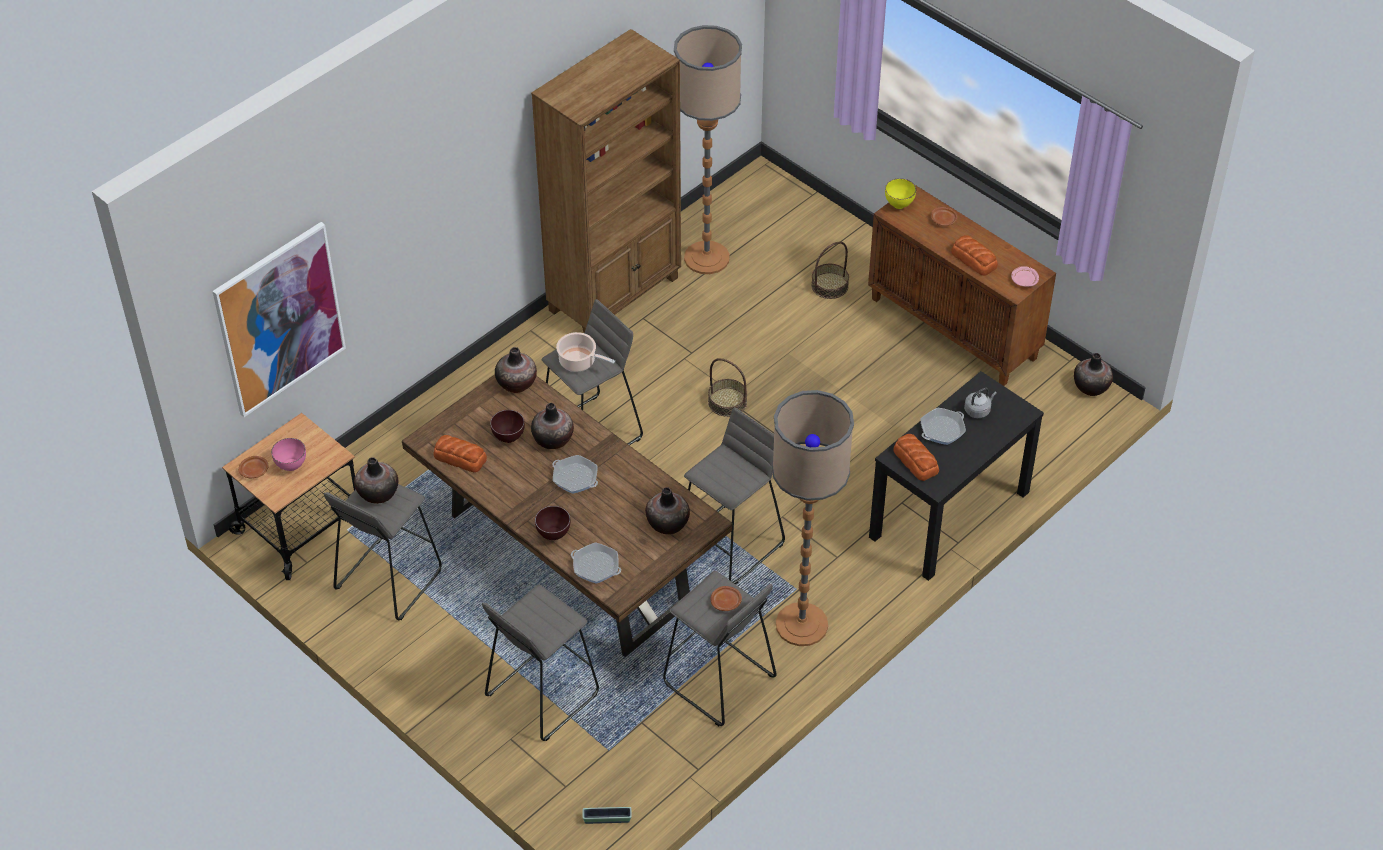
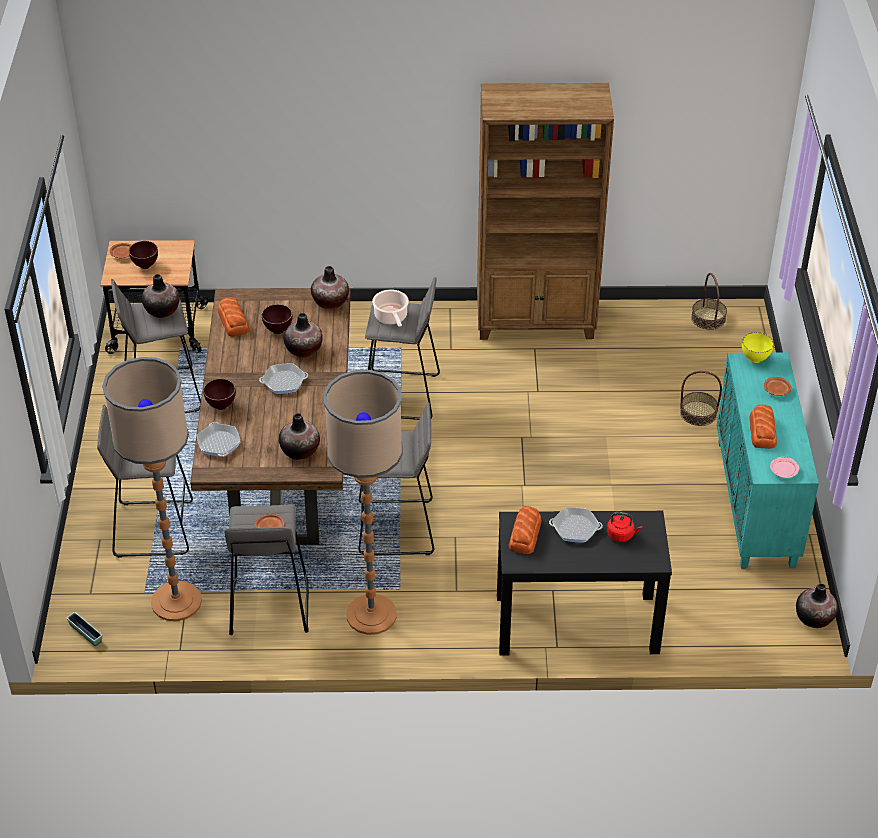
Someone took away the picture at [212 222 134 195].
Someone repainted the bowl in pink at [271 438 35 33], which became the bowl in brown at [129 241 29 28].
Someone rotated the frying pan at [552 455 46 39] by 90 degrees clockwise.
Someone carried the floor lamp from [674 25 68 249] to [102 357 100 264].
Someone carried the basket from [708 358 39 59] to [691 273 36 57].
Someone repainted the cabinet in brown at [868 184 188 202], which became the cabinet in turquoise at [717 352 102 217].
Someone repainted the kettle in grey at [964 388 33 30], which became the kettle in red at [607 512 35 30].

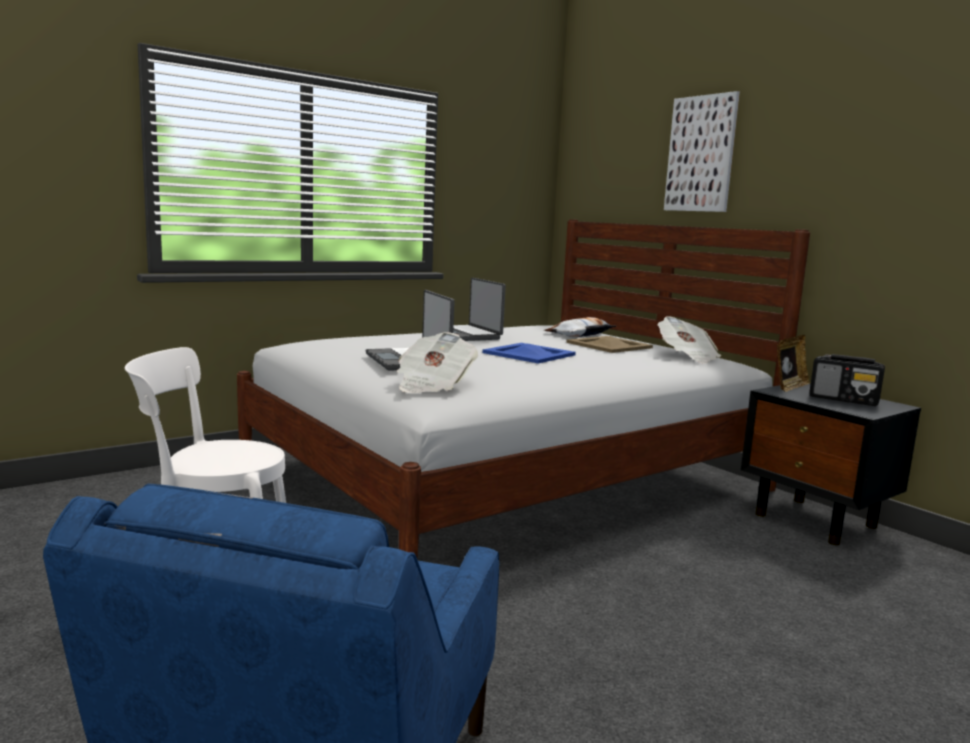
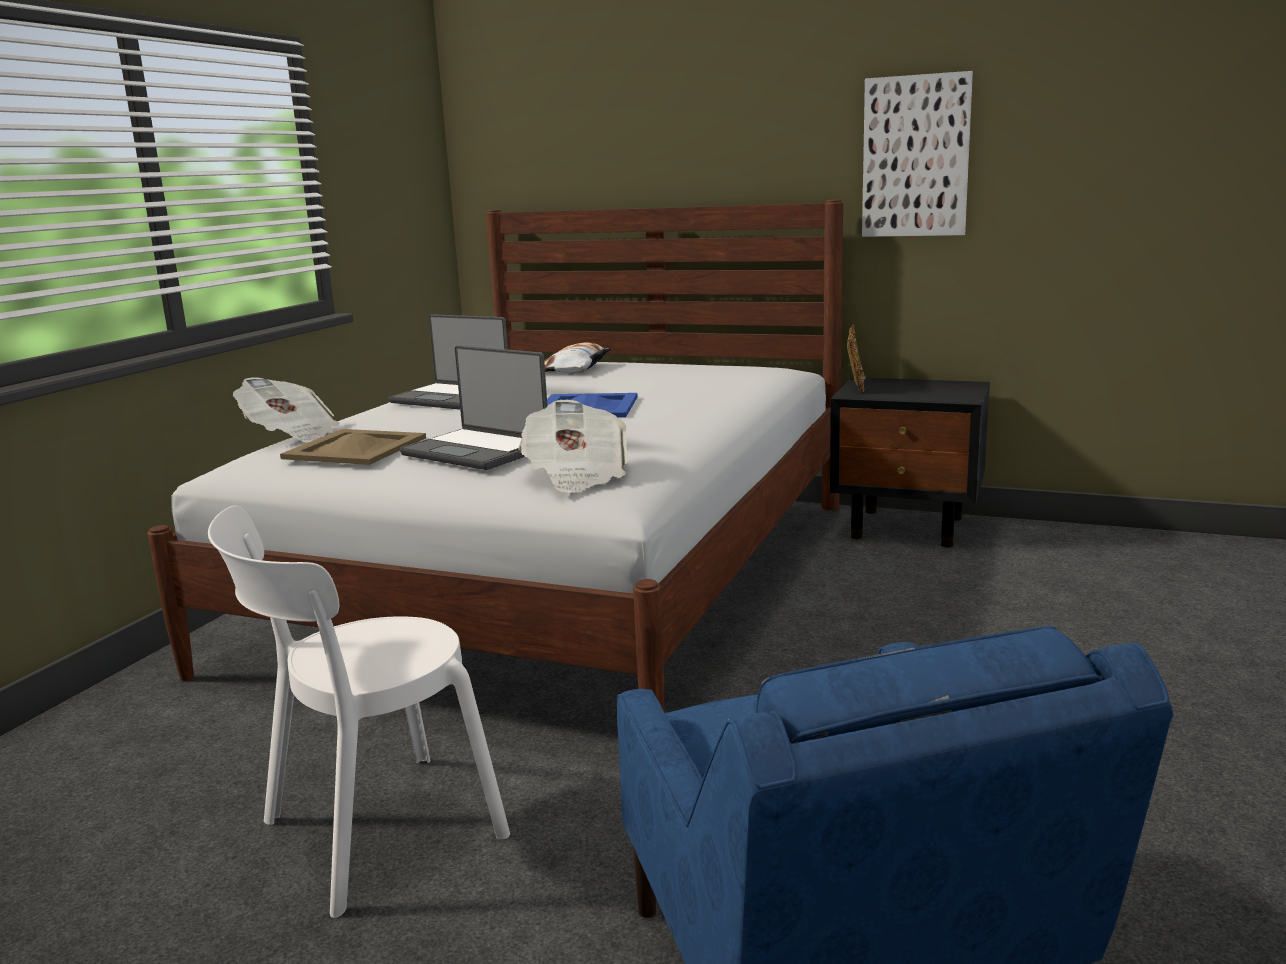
Someone carried the tray in beige from [566 336 87 17] to [280 429 146 36].
Someone carried the newspaper from [658 316 63 48] to [233 377 107 65].
Someone carried the picture from [664 91 76 121] to [862 71 111 166].
Someone took away the radio at [809 354 76 52].

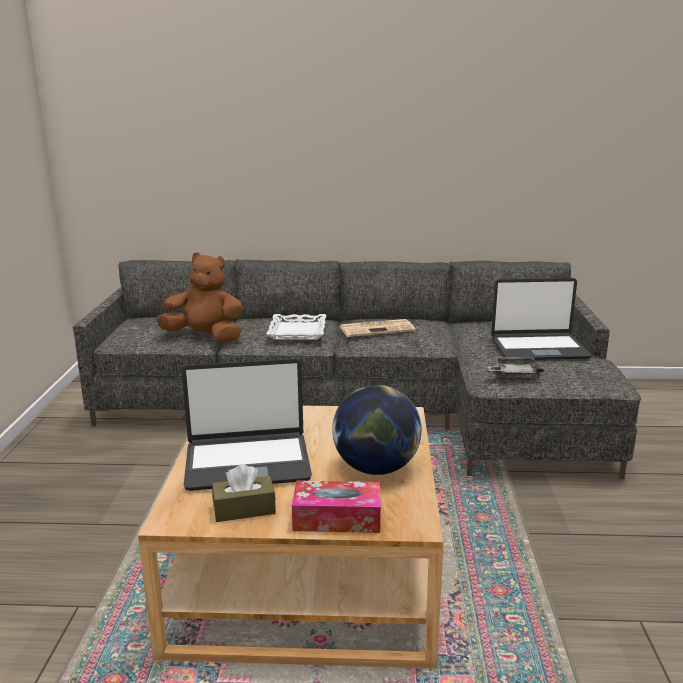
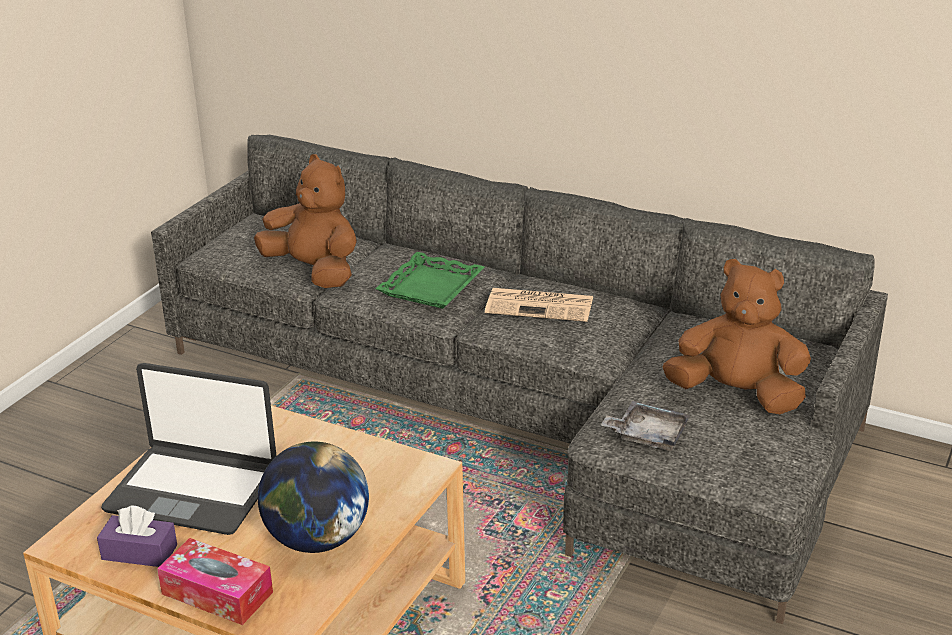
Someone repainted the tissue box in brown at [212 464 64 58], which became the tissue box in purple at [97 506 80 61].
Someone repainted the tray in white at [266 314 60 26], which became the tray in green at [375 252 110 57].
Someone swapped the laptop at [491 278 101 82] for the plush toy in brown at [663 259 148 155].

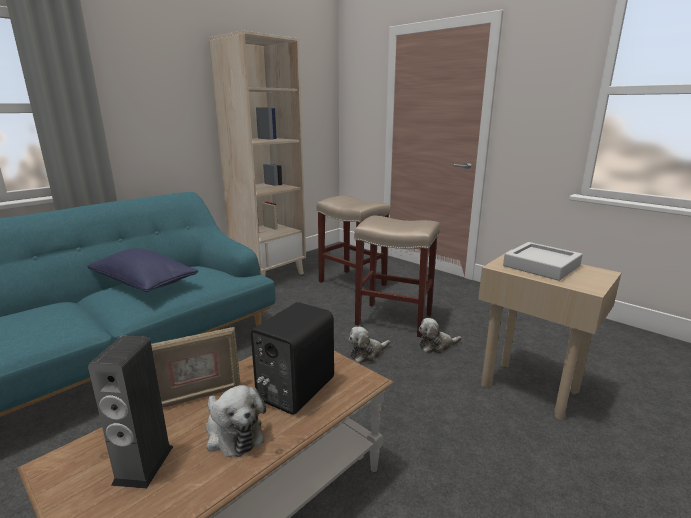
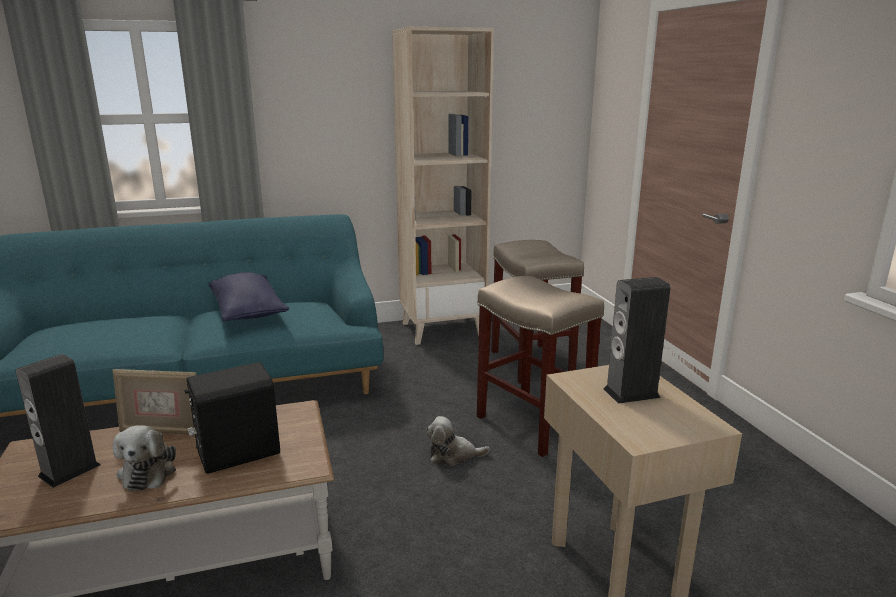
Someone took away the plush toy at [418 318 44 35].
Someone swapped the tray in grey at [503 242 80 39] for the speaker at [604 277 66 127].

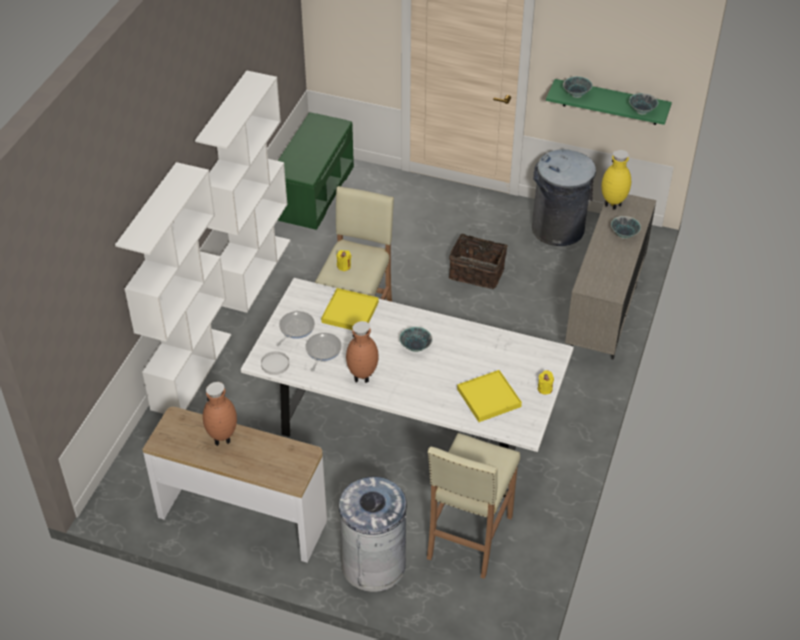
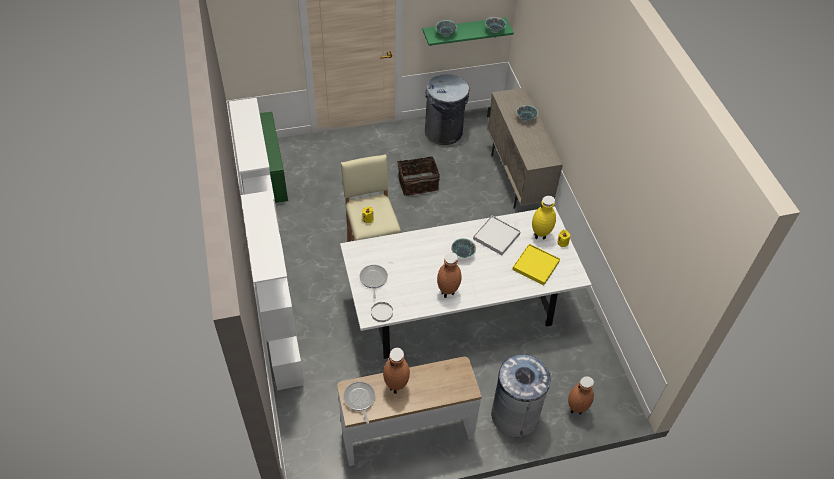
Someone carried the frying pan from [305 333 37 39] to [343 382 32 42].
Someone took away the tray in yellow at [321 288 58 42].
Someone took away the stool in beige at [427 433 93 146].
Someone carried the vase in yellow from [602 150 29 60] to [532 196 24 43].
Someone put down the tray in white at [473 216 48 40].
Someone put down the vase in brown at [568 376 26 38].

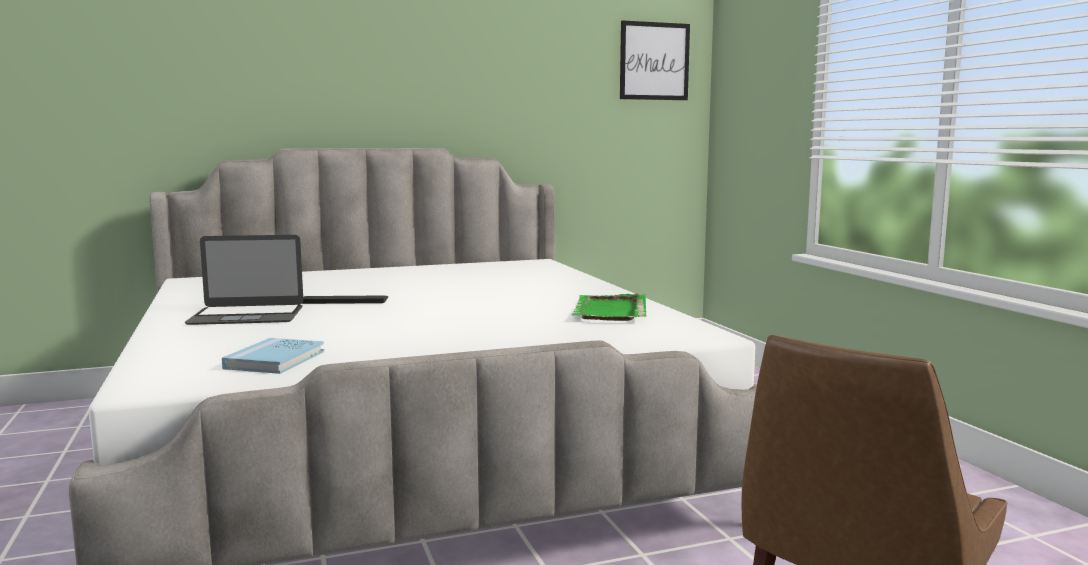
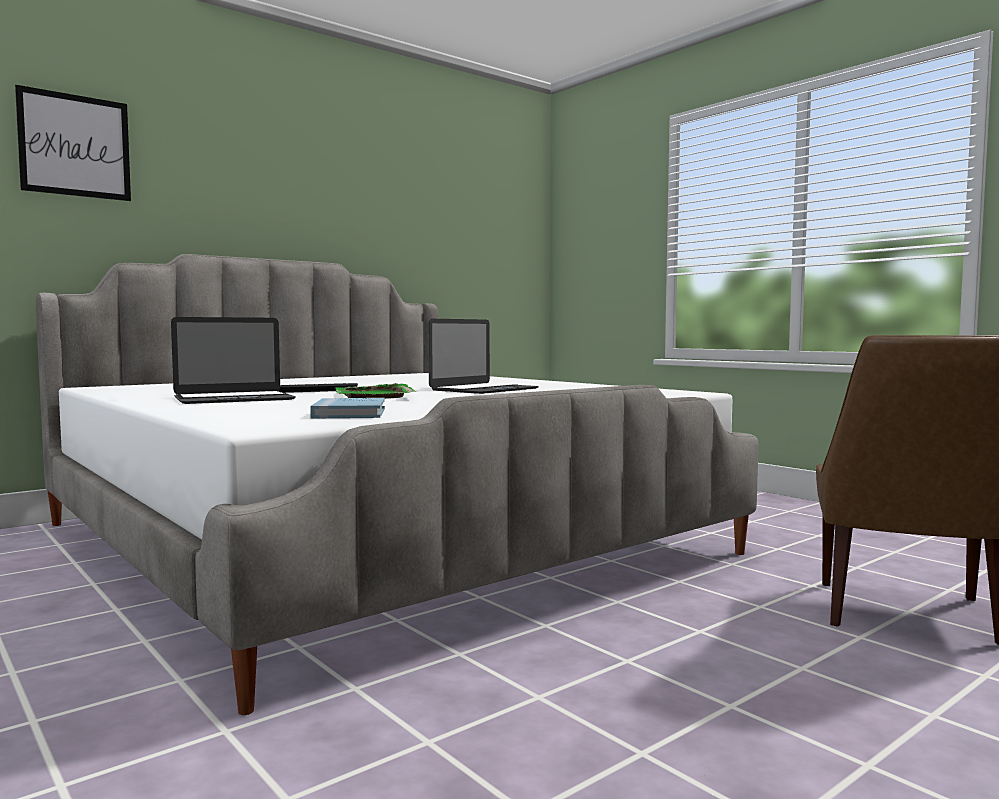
Someone carried the tray in green from [572 293 75 28] to [335 383 81 16].
Someone carried the picture from [620 20 70 80] to [15 85 116 116].
Someone put down the laptop at [428 319 111 75].

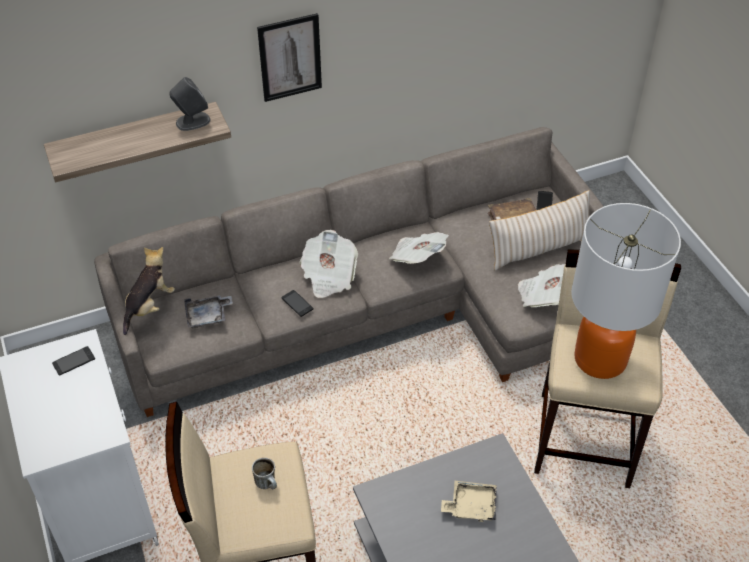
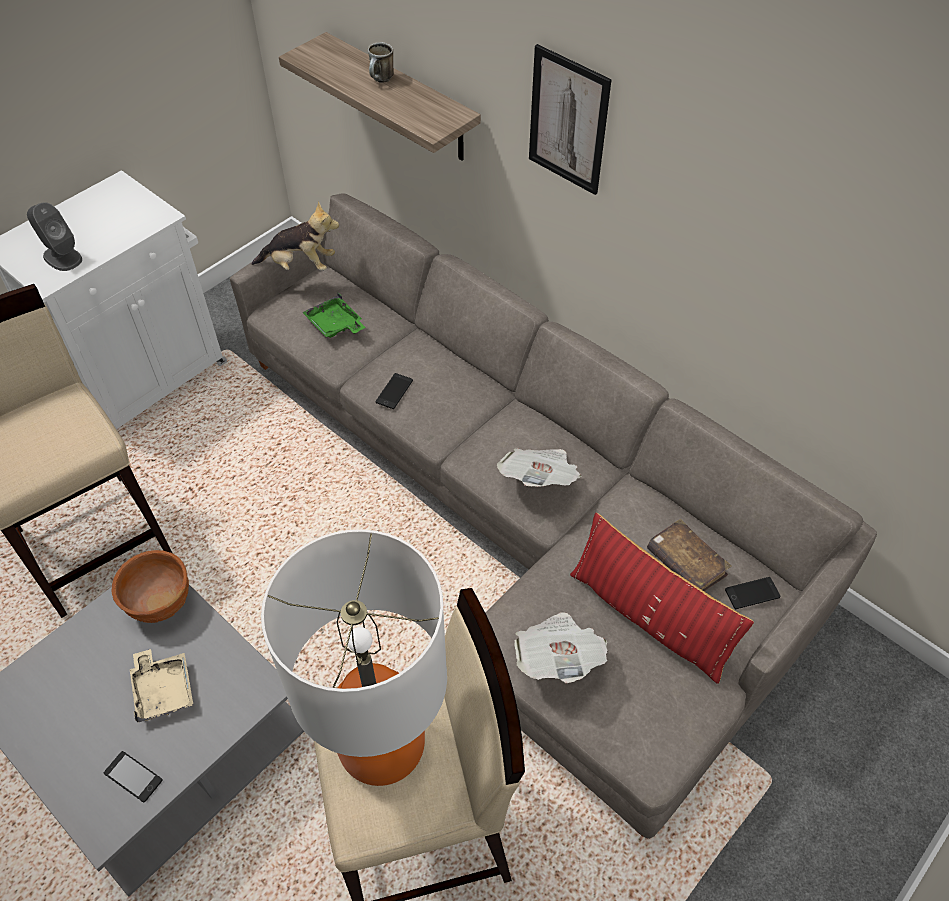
Someone carried the phone from [52 346 43 30] to [104 751 59 52].
Someone carried the speaker in grey from [169 77 41 54] to [27 202 55 69].
Someone repainted the tray in grey at [184 295 49 34], which became the tray in green at [302 293 64 45].
Someone carried the mug from [252 458 25 31] to [368 42 26 41].
Someone took away the newspaper at [300 230 58 68].
Someone repainted the pillow in beige at [489 190 101 80], which became the pillow in red at [570 512 184 172].
Someone put down the bowl in brown at [112 550 77 73].

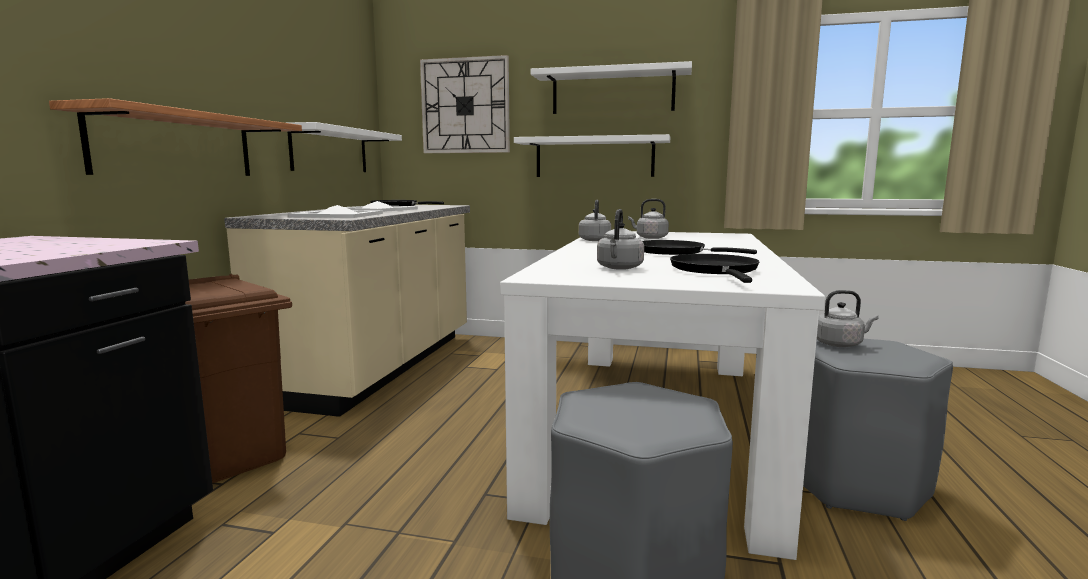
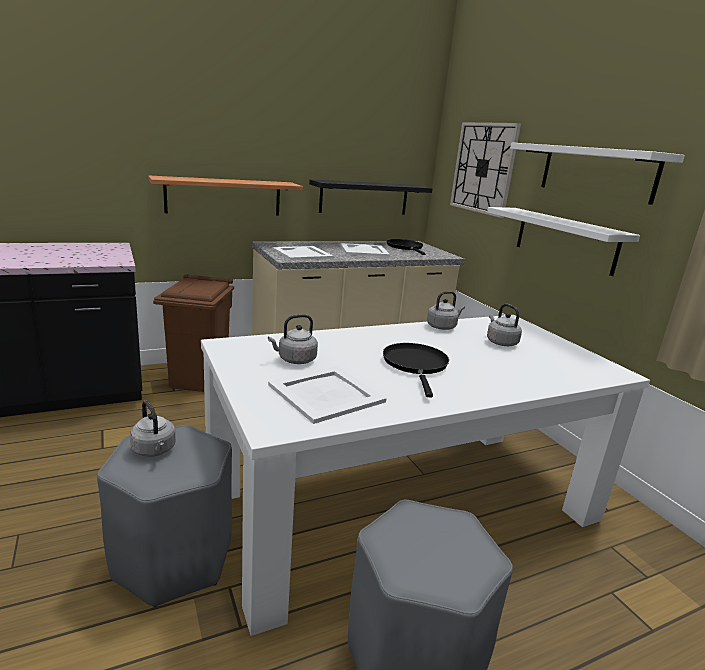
Someone repainted the shelf in white at [288 122 114 50], which became the shelf in black at [309 179 124 36].
Someone swapped the frying pan in black at [670 254 90 29] for the tray in white at [268 366 118 58].
Someone carried the kettle in grey from [817 290 62 57] to [130 401 46 56].

